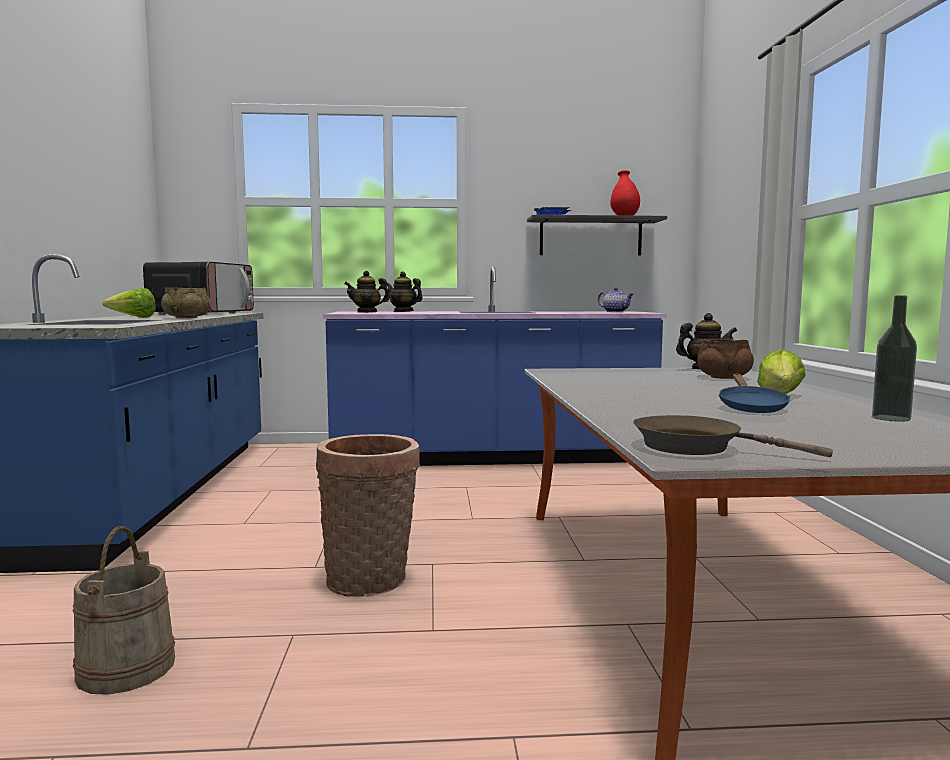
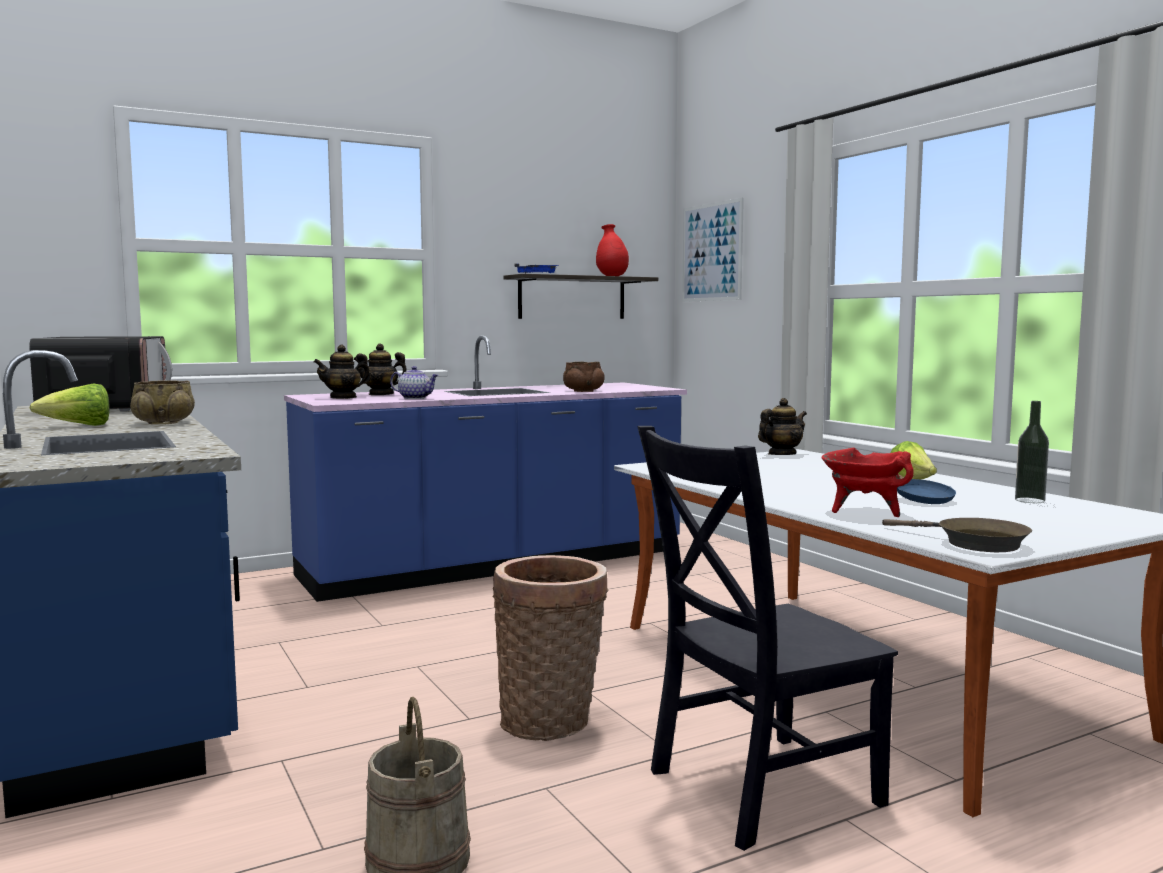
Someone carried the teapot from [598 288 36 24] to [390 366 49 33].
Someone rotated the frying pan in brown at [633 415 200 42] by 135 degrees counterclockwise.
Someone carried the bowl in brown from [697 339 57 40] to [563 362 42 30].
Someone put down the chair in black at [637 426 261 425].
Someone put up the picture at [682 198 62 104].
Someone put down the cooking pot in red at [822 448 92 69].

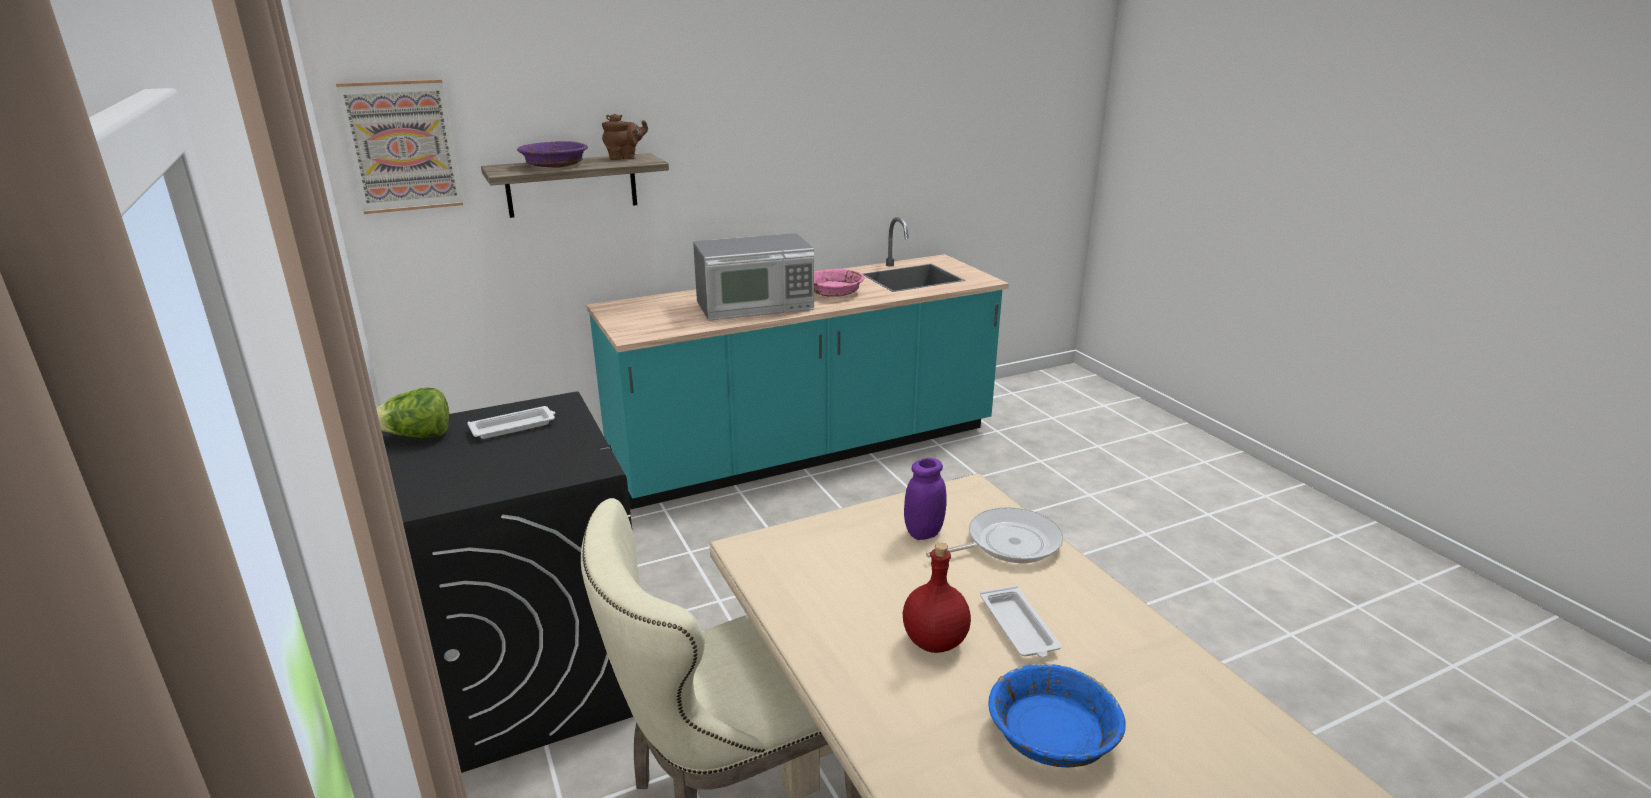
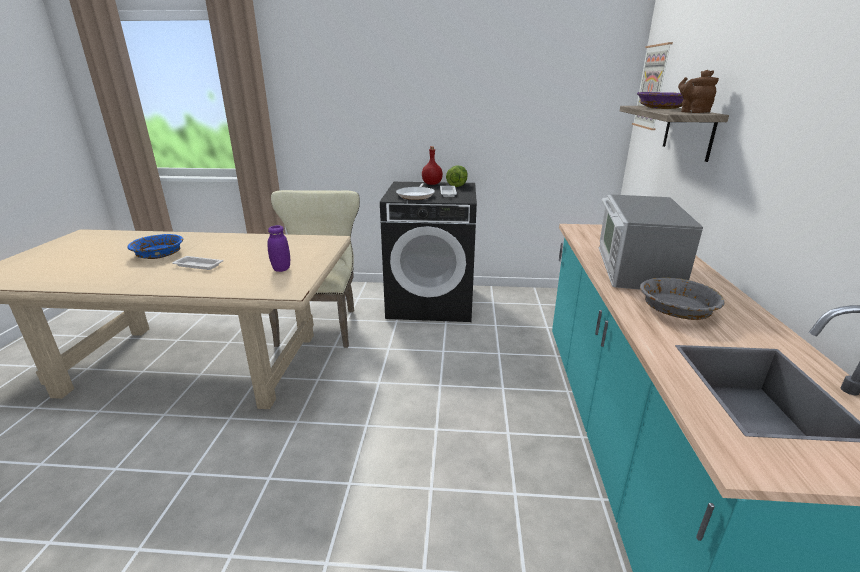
Someone rotated the teapot in brown at [602 114 46 46] by 150 degrees clockwise.
Someone repainted the bowl in pink at [814 269 51 27], which became the bowl in grey at [640 277 85 43].
Someone carried the bottle in red from [903 543 68 110] to [422 146 21 39].
Someone carried the frying pan from [926 507 137 56] to [396 183 39 17].

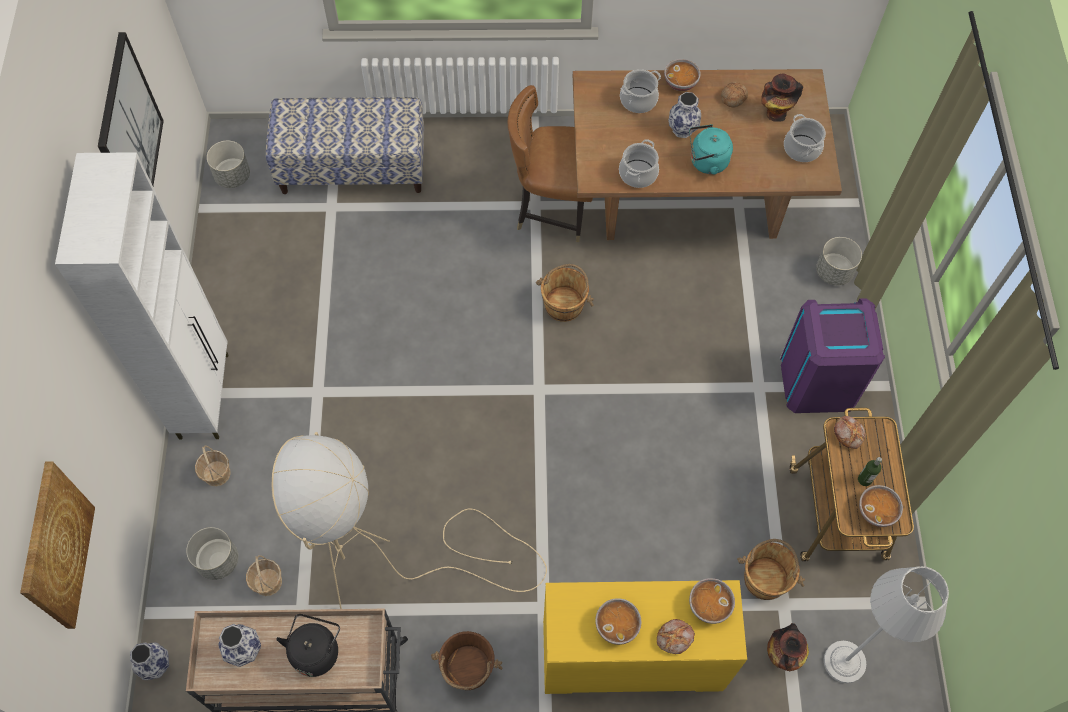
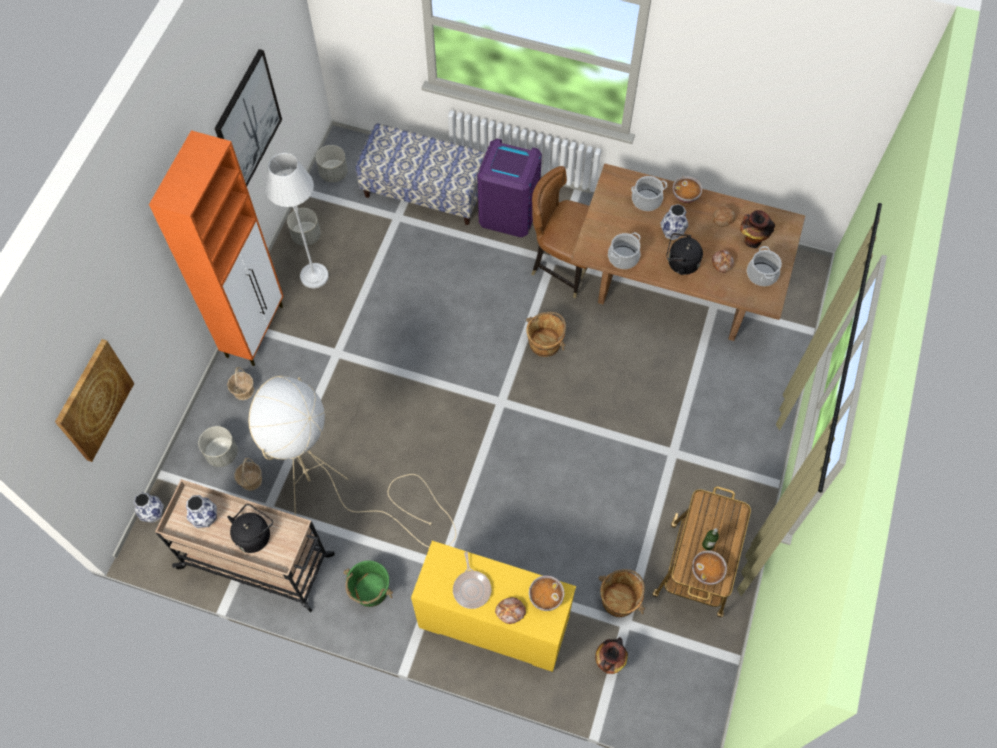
Someone repainted the cabinet in white at [55 152 173 288], which became the cabinet in orange at [149 130 134 236].
Someone repainted the bucket in brown at [431 631 71 59], which became the bucket in green at [343 560 50 47].
Someone swapped the bowl at [595 598 46 47] for the frying pan at [453 552 38 57].
Someone repainted the kettle in turquoise at [689 124 44 51], which became the kettle in black at [666 233 37 42].
Someone carried the trash can in purple from [780 298 105 115] to [477 139 65 99].
Someone carried the planter in grey from [816 237 46 48] to [287 208 34 38].
Someone carried the floor lamp in grey from [824 566 125 117] to [265 153 64 135].
Someone carried the bread from [834 416 32 33] to [712 250 22 23].

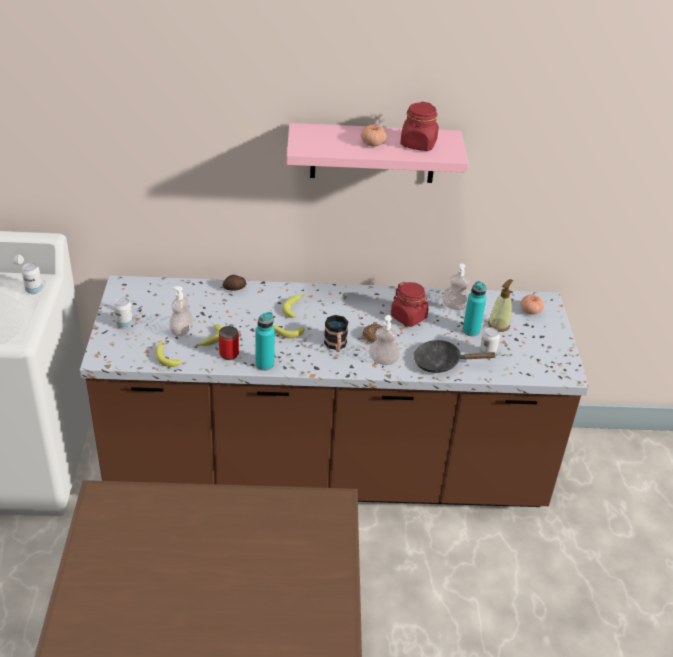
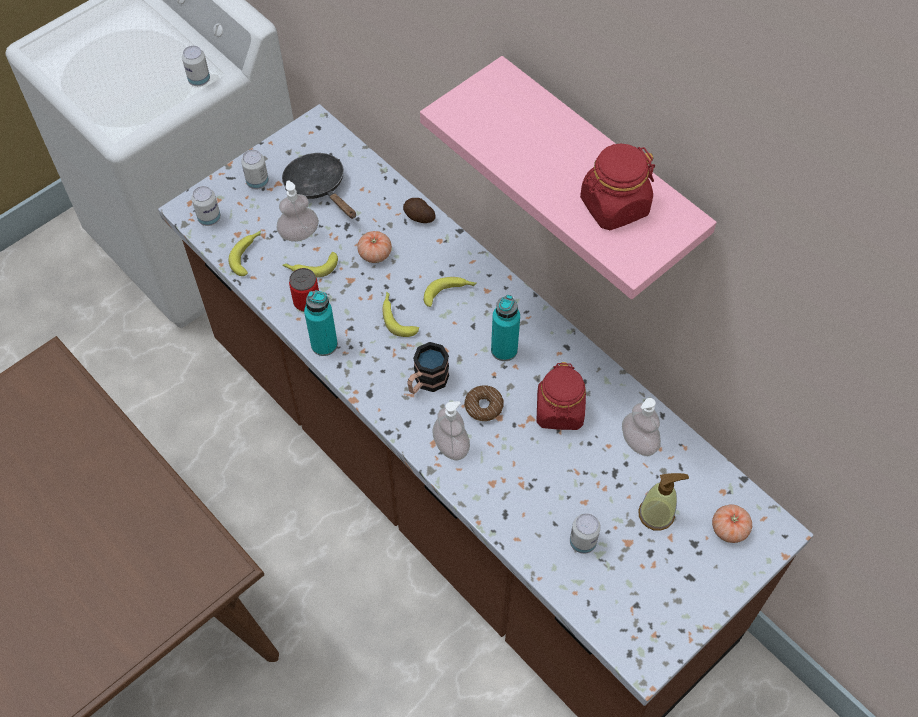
Someone carried the tomato from [361 125 26 21] to [357 231 35 32].
Someone carried the frying pan in black from [413 339 84 34] to [282 153 74 66].
Someone carried the bottle in turquoise from [463 281 23 56] to [491 295 29 66].
Someone put down the can at [191 186 30 40].

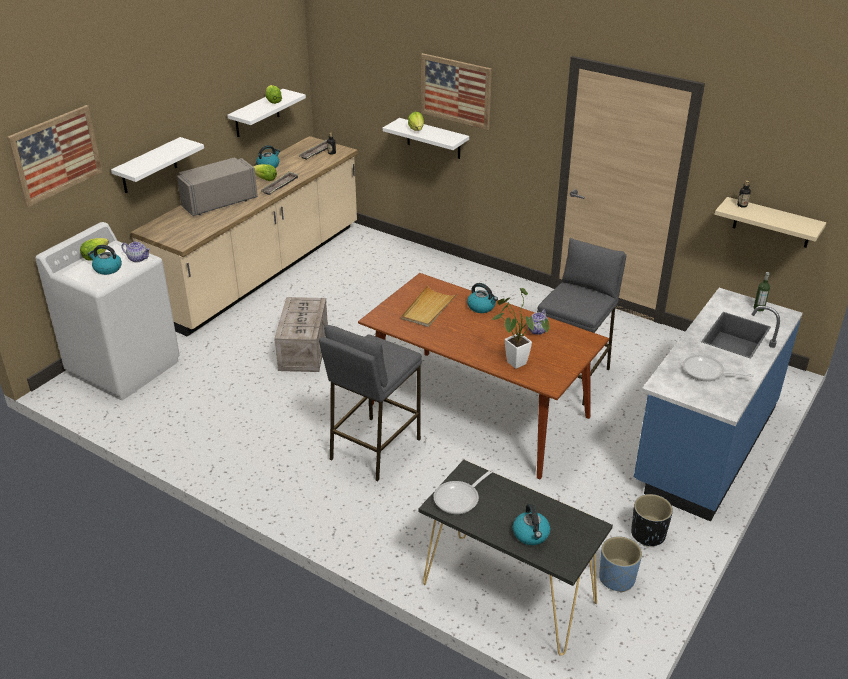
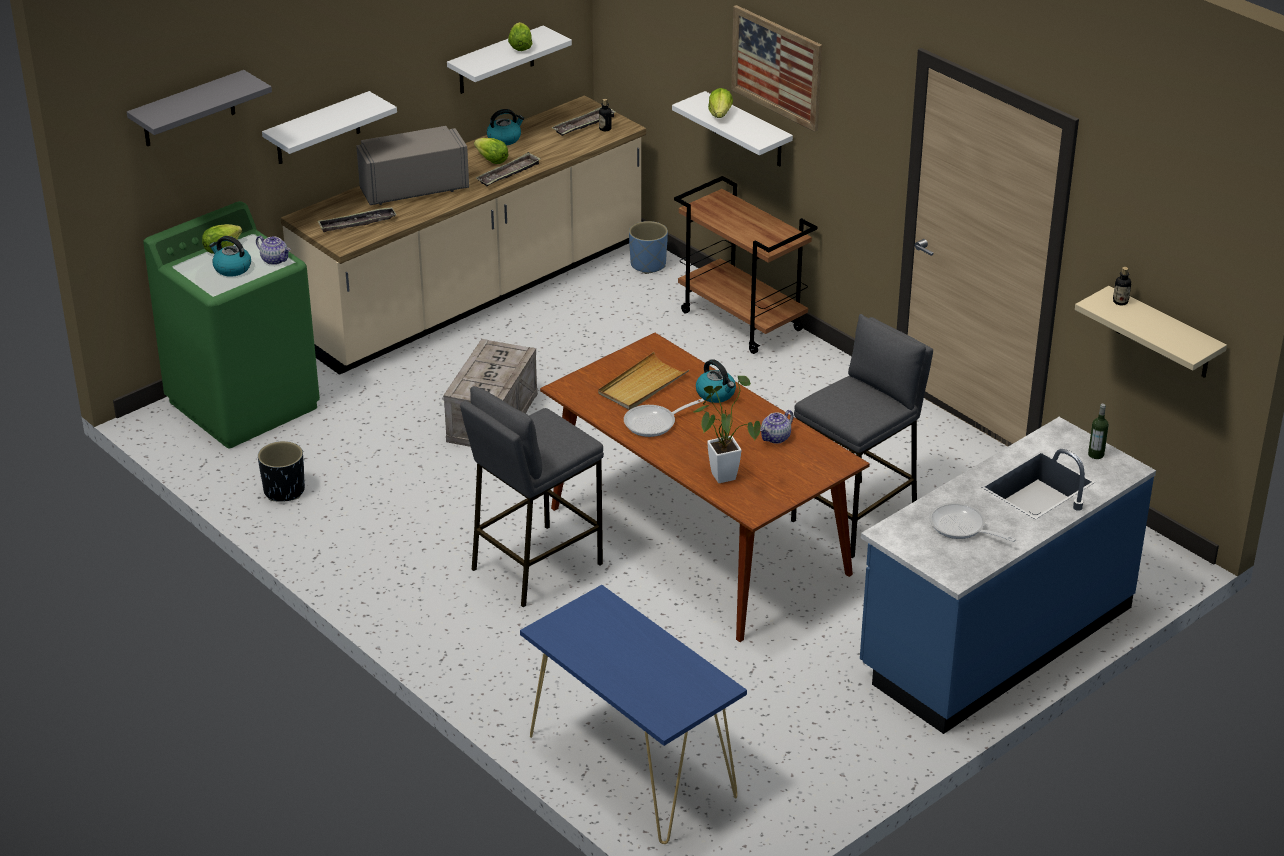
Someone swapped the picture at [7 105 96 103] for the shelf in grey at [127 70 145 76].
Someone repainted the washing machine in white at [35 222 145 178], which became the washing machine in green at [143 201 177 247].
Someone repainted the console table in black at [419 460 194 196], which became the console table in blue at [520 585 227 259].
Someone carried the frying pan from [434 468 61 46] to [624 399 80 38].
Someone took away the kettle at [513 504 37 41].
Someone carried the planter in blue from [599 536 43 56] to [629 221 39 53].
Someone carried the planter in black from [631 494 42 52] to [258 441 47 61].
Someone put down the tray at [318 207 79 25].
Someone put down the cart in brown at [674 176 143 178].

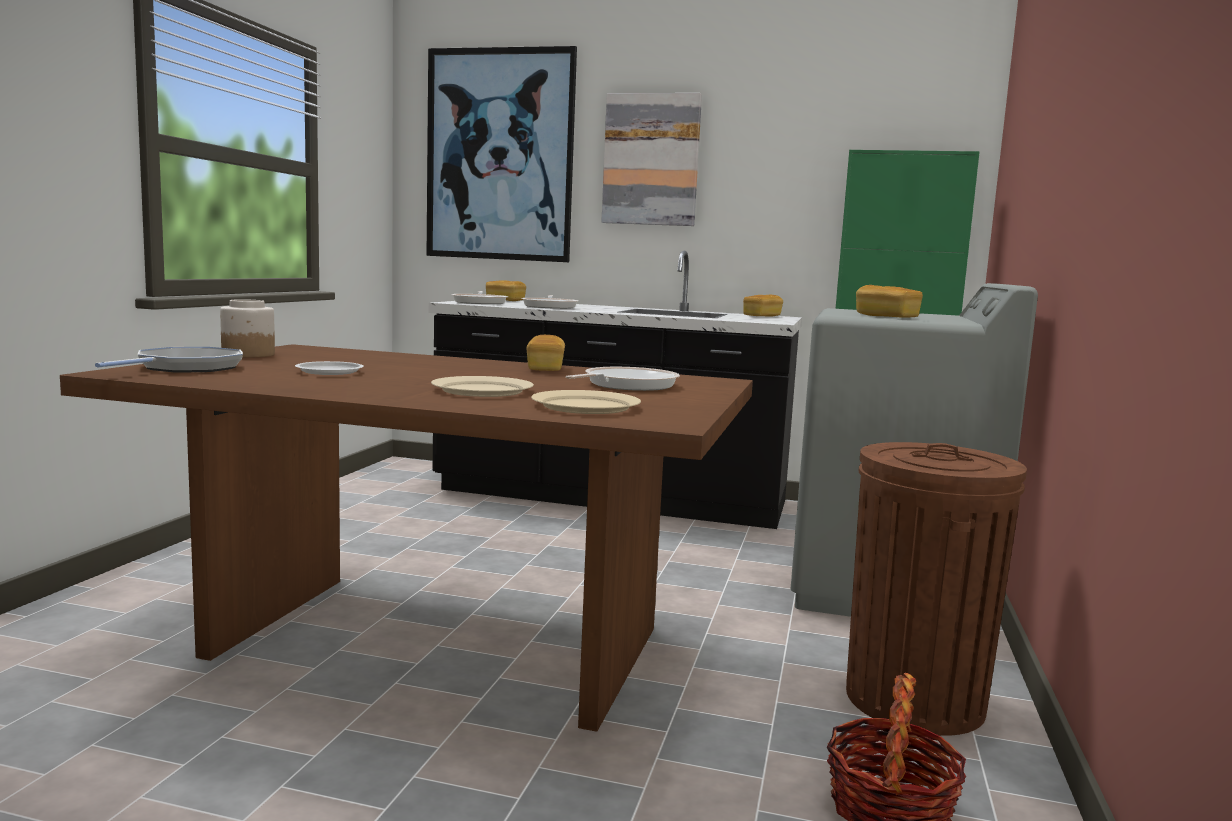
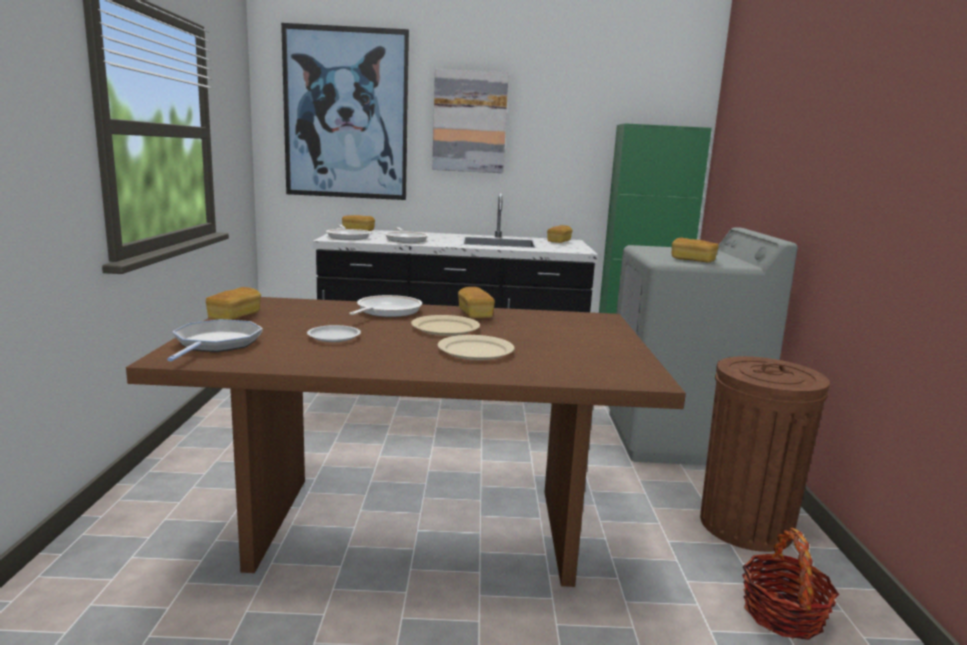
Someone swapped the jar at [220 299 55 58] for the bread at [206 287 55 33].
Someone carried the plate in beige from [531 390 110 24] to [411 315 69 21].
Someone carried the frying pan from [566 367 114 24] to [349 295 73 22].

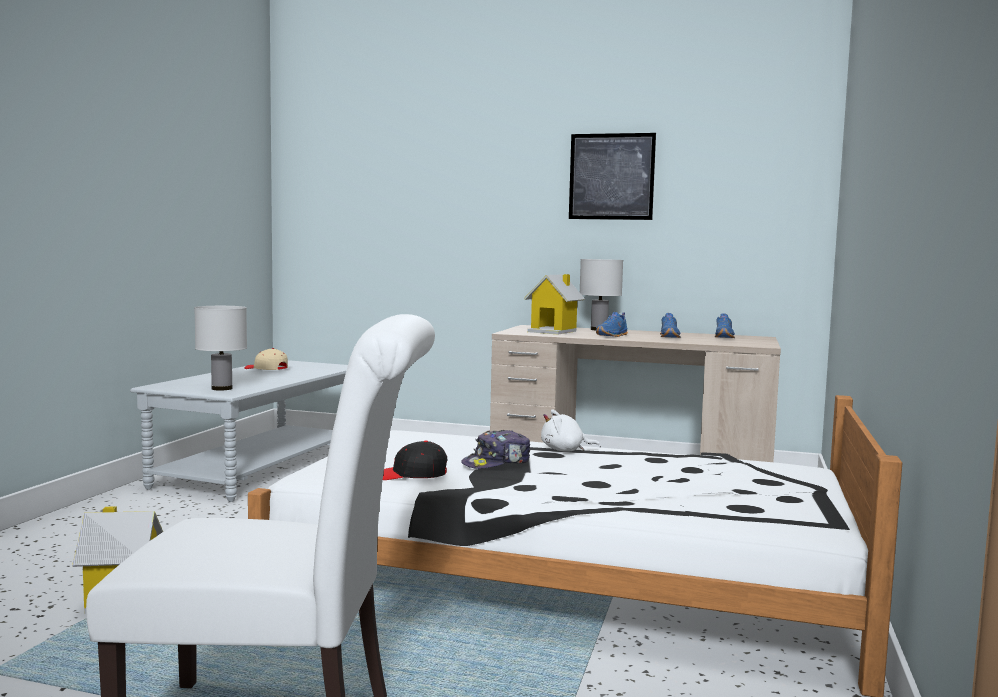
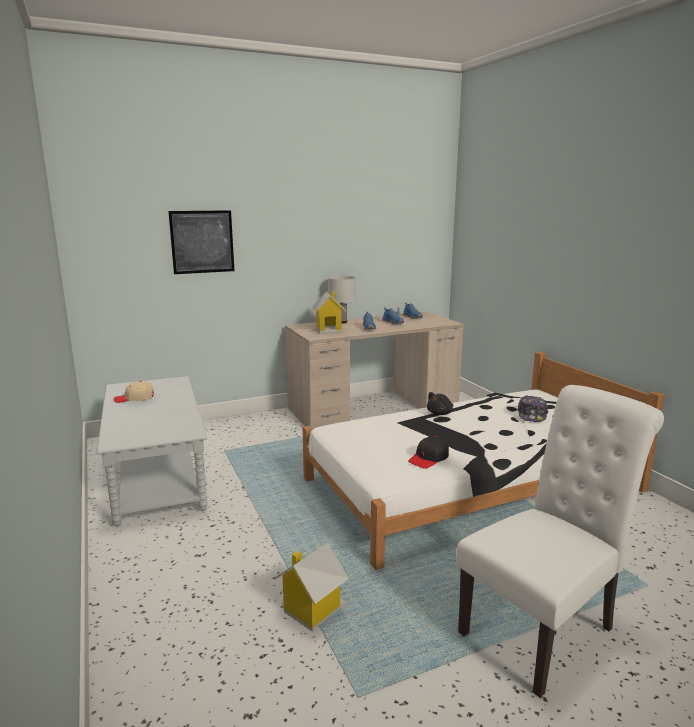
Someone took away the table lamp in white at [194 306 53 85].
Someone carried the cap from [461 430 69 39] to [518 395 31 27].
Someone repainted the plush toy in white at [541 410 60 41], which became the plush toy in black at [427 392 26 23].
Someone carried the picture from [569 133 87 87] to [168 210 66 64].

